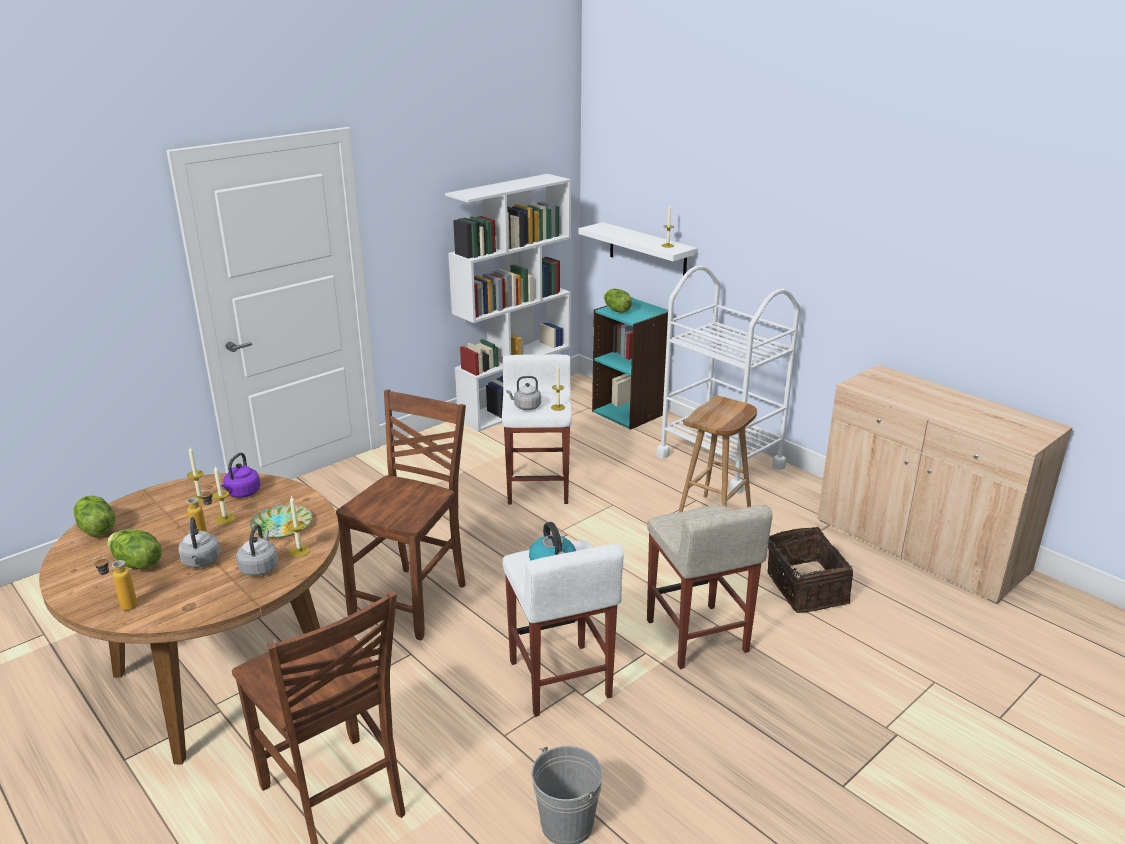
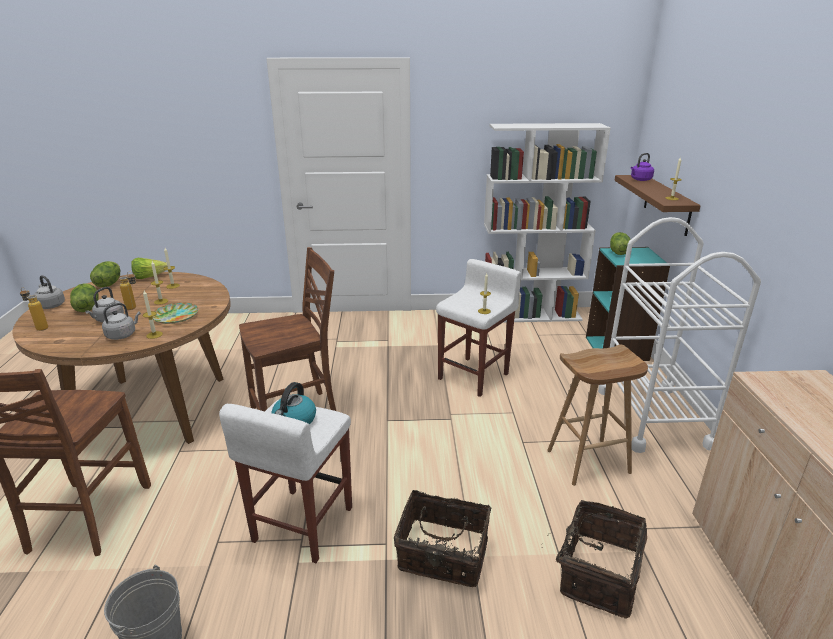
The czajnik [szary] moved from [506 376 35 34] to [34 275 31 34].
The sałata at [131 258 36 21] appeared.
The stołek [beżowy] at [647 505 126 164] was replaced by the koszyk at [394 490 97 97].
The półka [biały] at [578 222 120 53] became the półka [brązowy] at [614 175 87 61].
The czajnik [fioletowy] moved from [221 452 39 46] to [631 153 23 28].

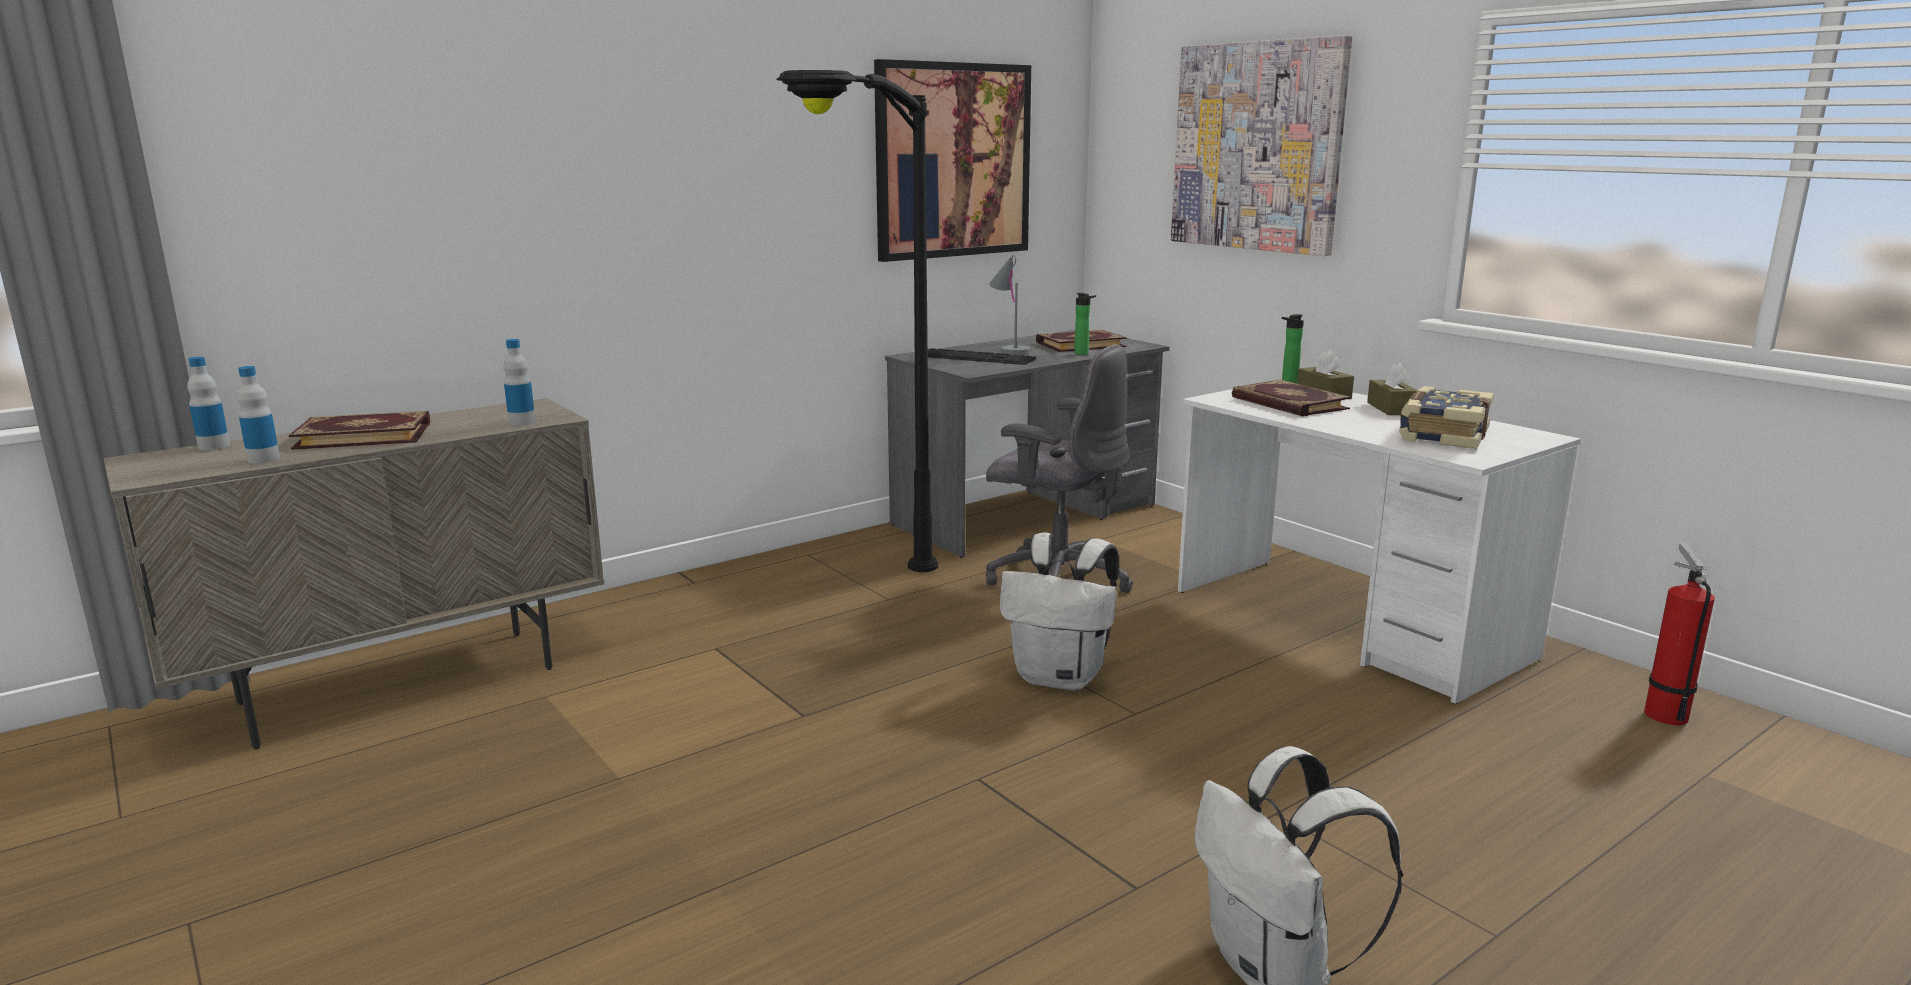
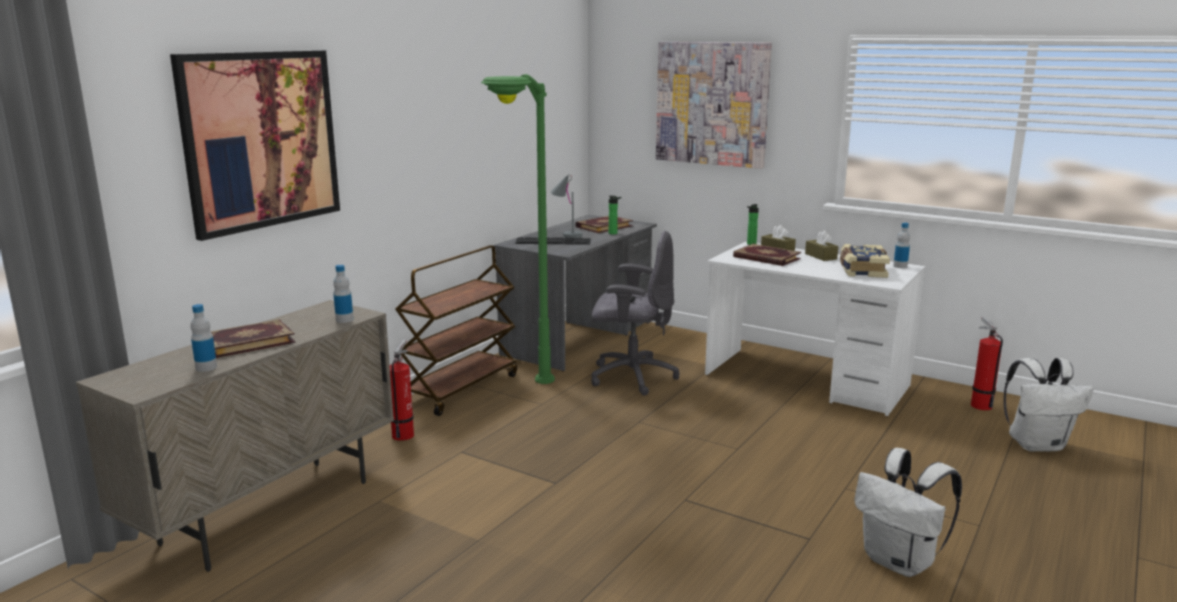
The obraz moved from [874 59 157 203] to [170 50 170 191].
The gaśnica at [390 339 24 102] appeared.
The wózek [brązowy] at [395 245 122 171] appeared.
The lampa stojąca [czarny] at [776 70 162 502] became the lampa stojąca [zielony] at [481 74 74 310].
The butelka moved from [187 356 43 94] to [893 223 17 45].
The plecak [biały] moved from [1000 533 119 158] to [1004 358 89 94].

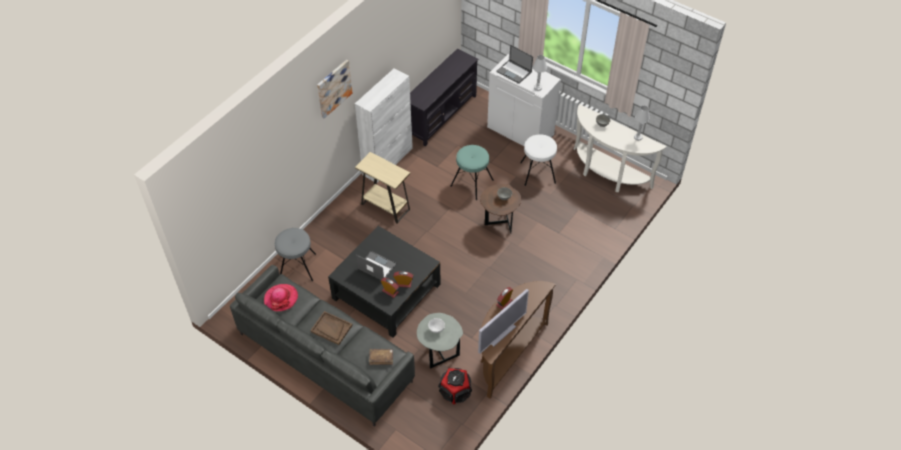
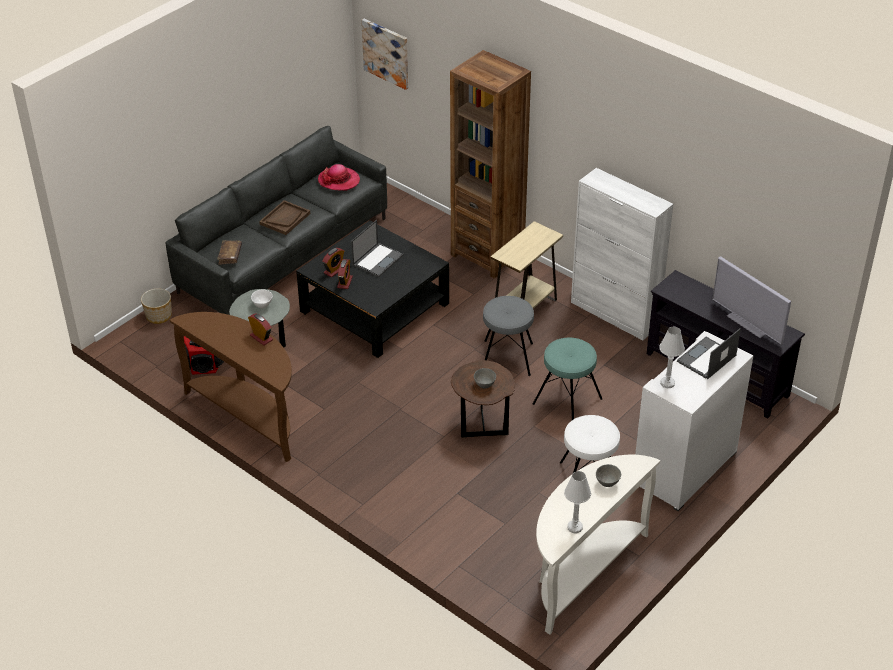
The donica at [141 288 31 36] appeared.
The obraz moved from [317 60 35 58] to [361 19 47 71].
The regał [brązowy] at [450 50 81 229] appeared.
The stołek [szary] moved from [275 228 41 53] to [483 296 51 80].
The telewizor moved from [478 289 51 65] to [712 256 79 89].

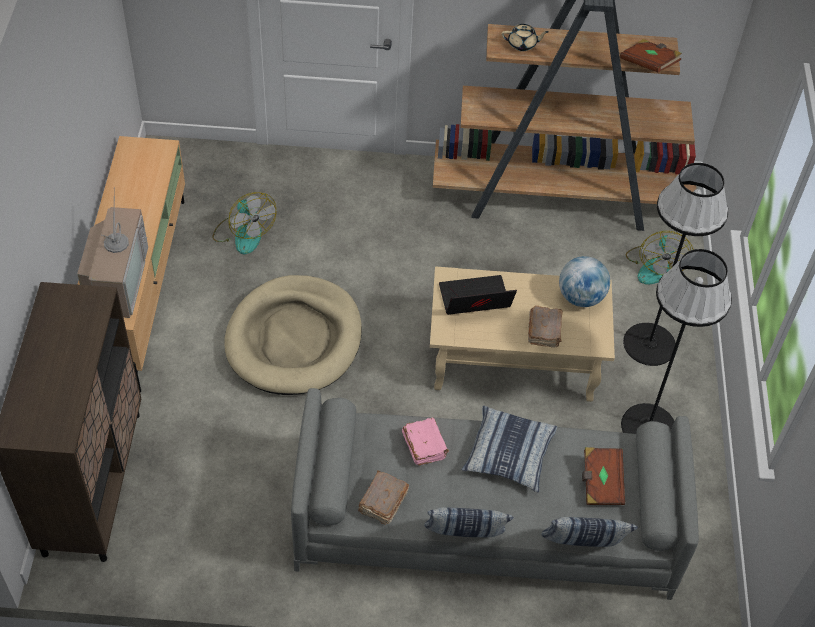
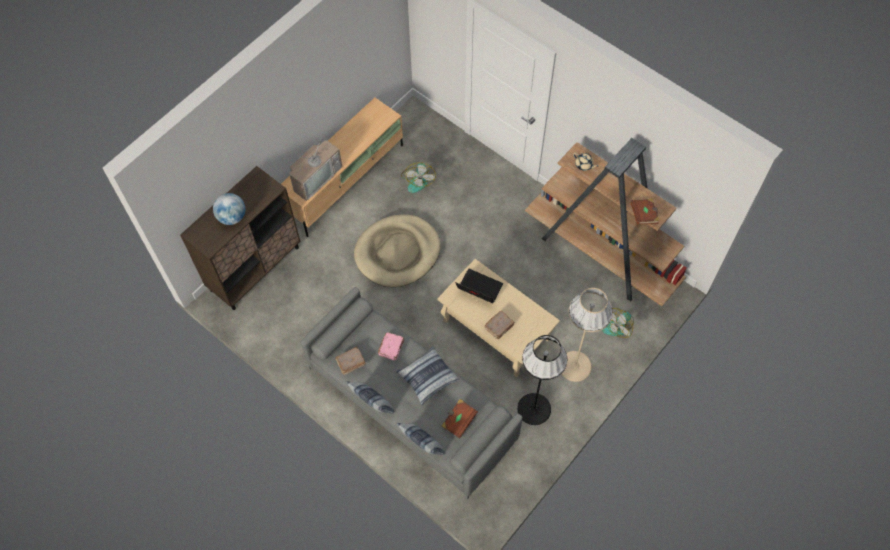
The globus moved from [559 256 51 51] to [213 193 32 32].
The lampa stojąca [czarny] at [623 163 105 203] became the lampa stojąca [beżowy] at [562 288 51 94].

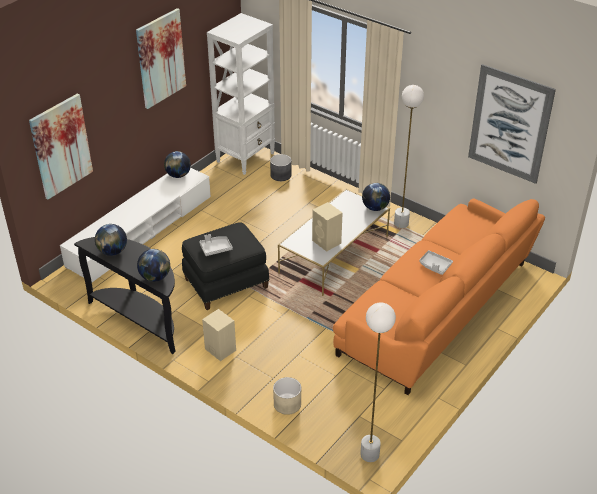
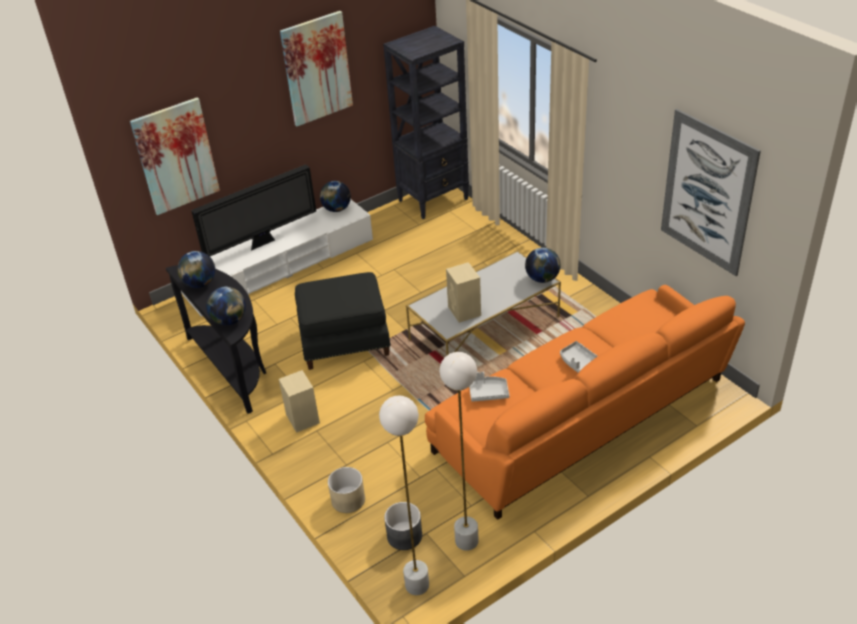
The telewizor at [191 164 125 92] appeared.
The regał [biały] at [207 13 68 162] became the regał [czarny] at [383 26 86 193].
The donica [szary] moved from [270 154 22 27] to [384 502 38 48].
The lampa stojąca [biały] moved from [394 85 30 143] to [439 352 40 199].
The taca [szary] moved from [199 234 34 22] to [469 372 40 30].

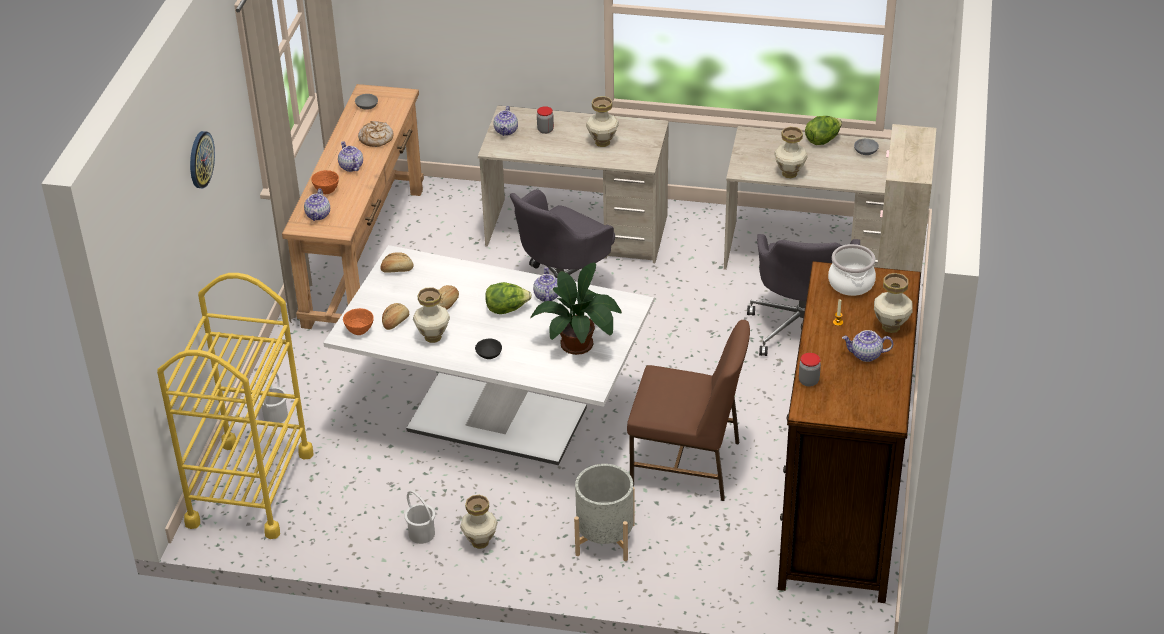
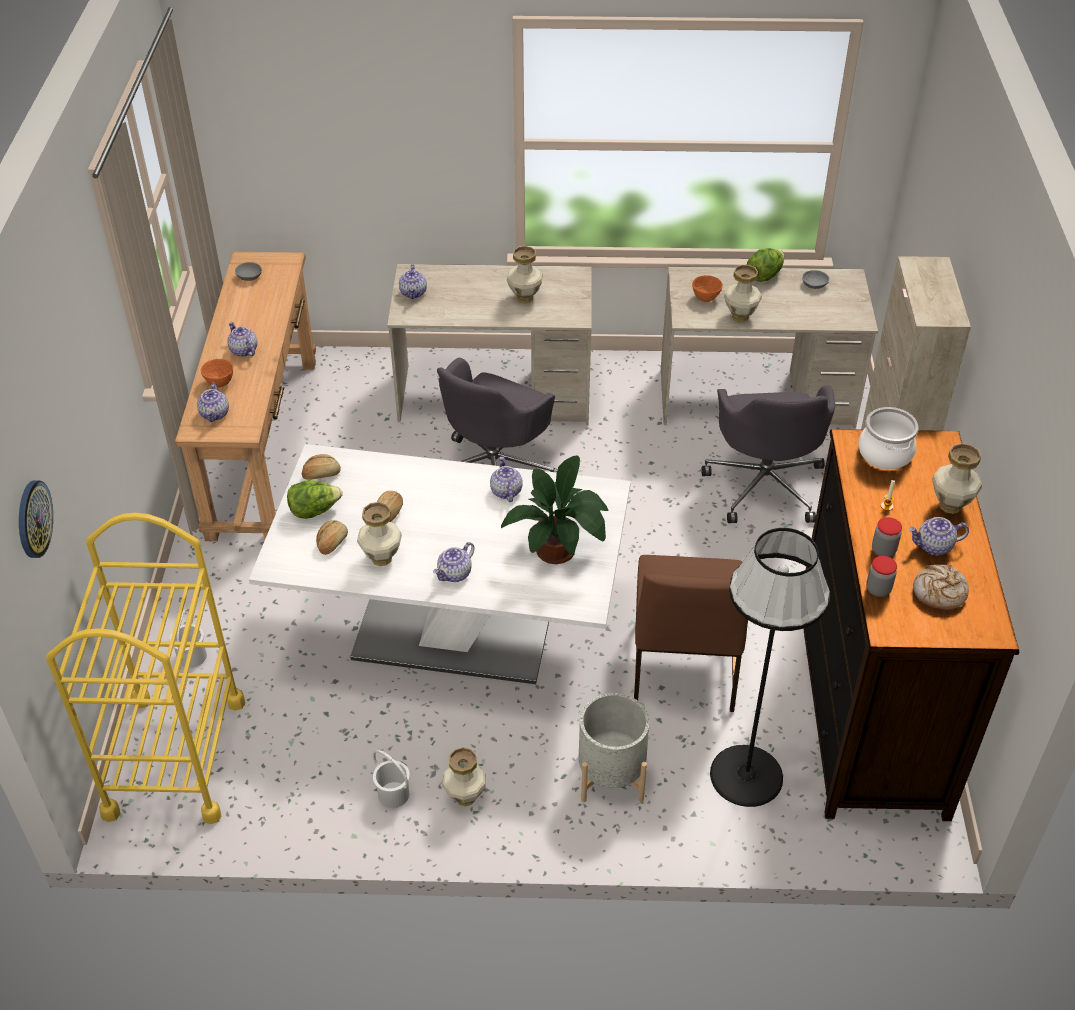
The zegar ścienny moved from [190 131 25 57] to [19 480 34 78].
The sałata moved from [485 282 47 32] to [287 480 56 39].
The miska [czarny] at [475 338 27 21] was replaced by the imbryk at [433 542 42 40].
The krzesło [brązowy] at [627 320 123 181] turned 90 degrees clockwise.
The miska [pomarańczowy] moved from [343 308 31 27] to [692 275 31 27].
The lampa stojąca [czarny] at [710 528 120 279] appeared.
The słoik moved from [537 106 17 28] to [872 517 30 40].
The chleb moved from [358 121 36 26] to [913 565 56 45].

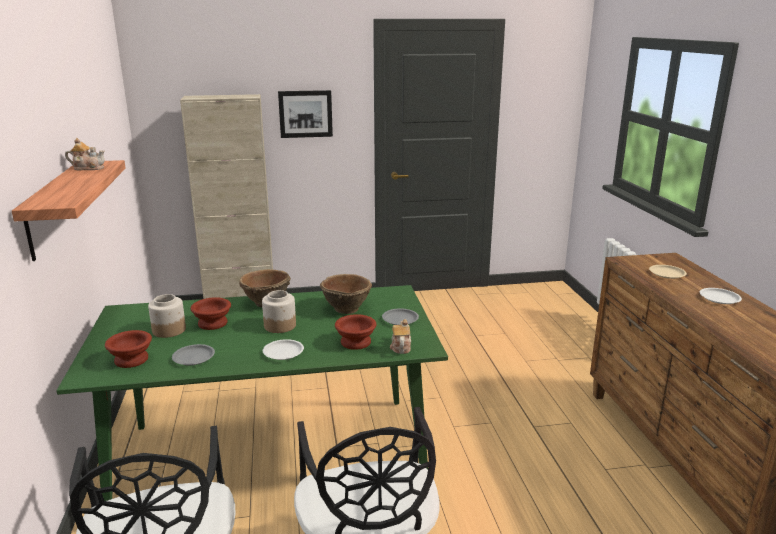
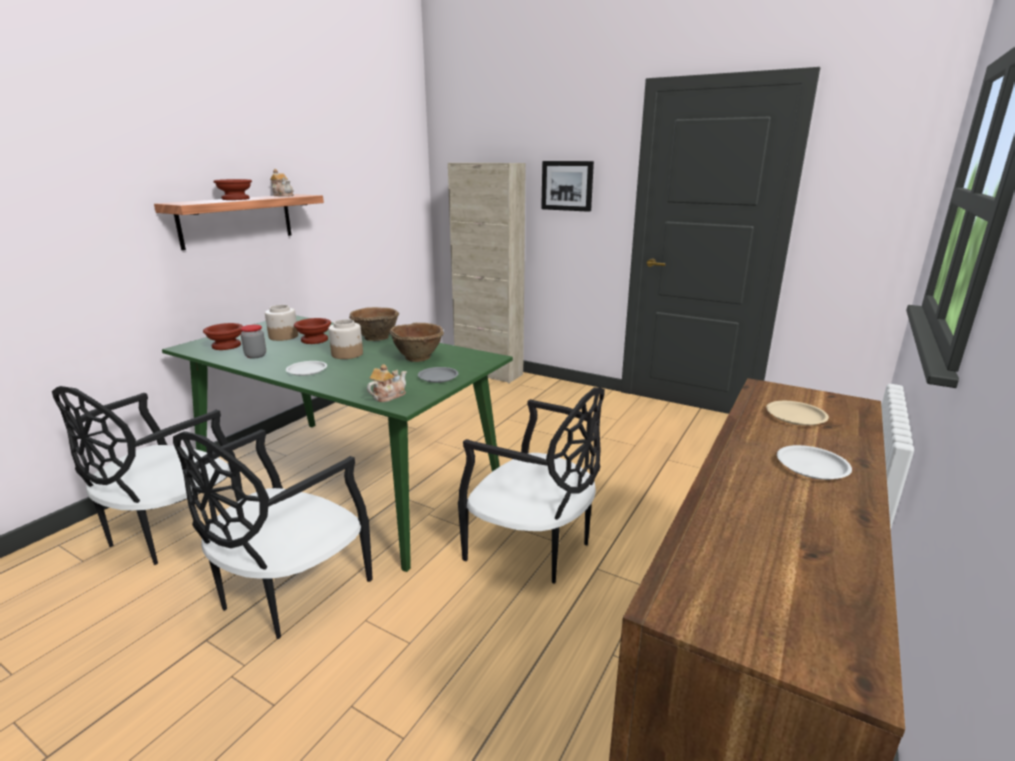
The miska [brązowy] moved from [335 314 41 36] to [213 179 39 21].
The talerz [szary] at [172 344 43 21] was replaced by the słoik at [240 325 26 34].
The krzesło [czarny] at [458 388 147 195] appeared.

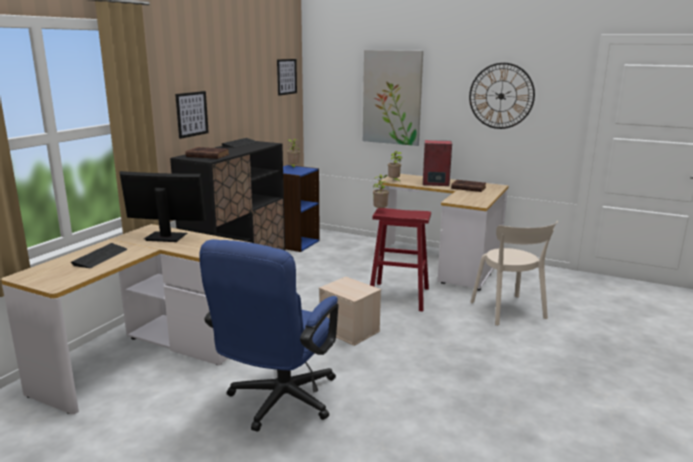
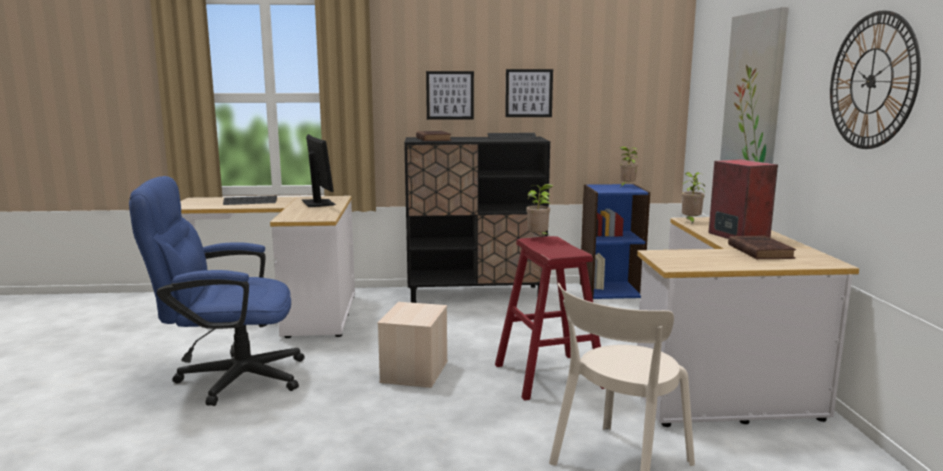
The obraz moved from [277 59 20 37] to [505 69 48 48].

